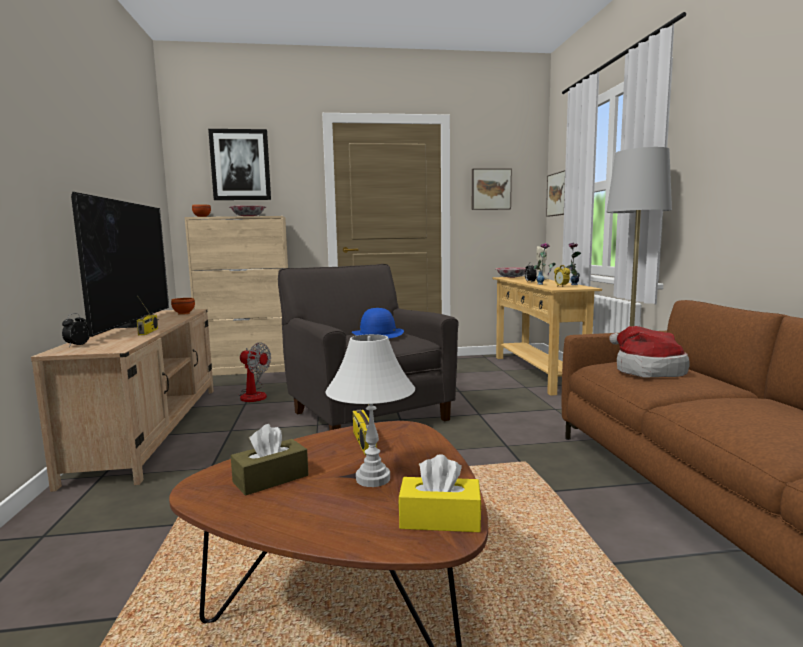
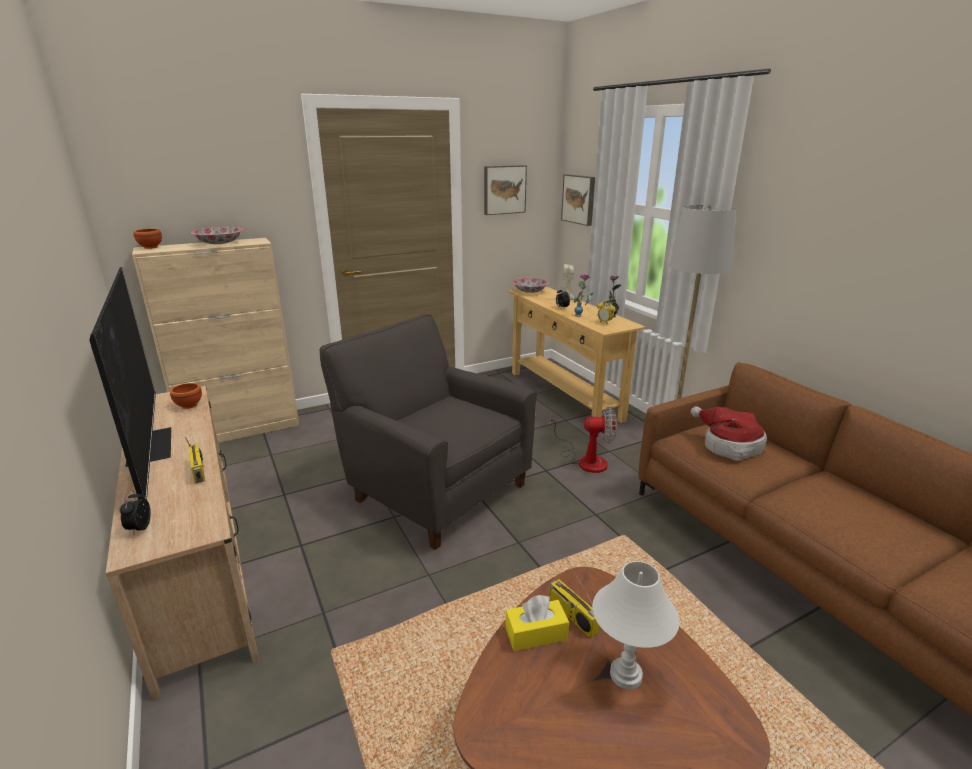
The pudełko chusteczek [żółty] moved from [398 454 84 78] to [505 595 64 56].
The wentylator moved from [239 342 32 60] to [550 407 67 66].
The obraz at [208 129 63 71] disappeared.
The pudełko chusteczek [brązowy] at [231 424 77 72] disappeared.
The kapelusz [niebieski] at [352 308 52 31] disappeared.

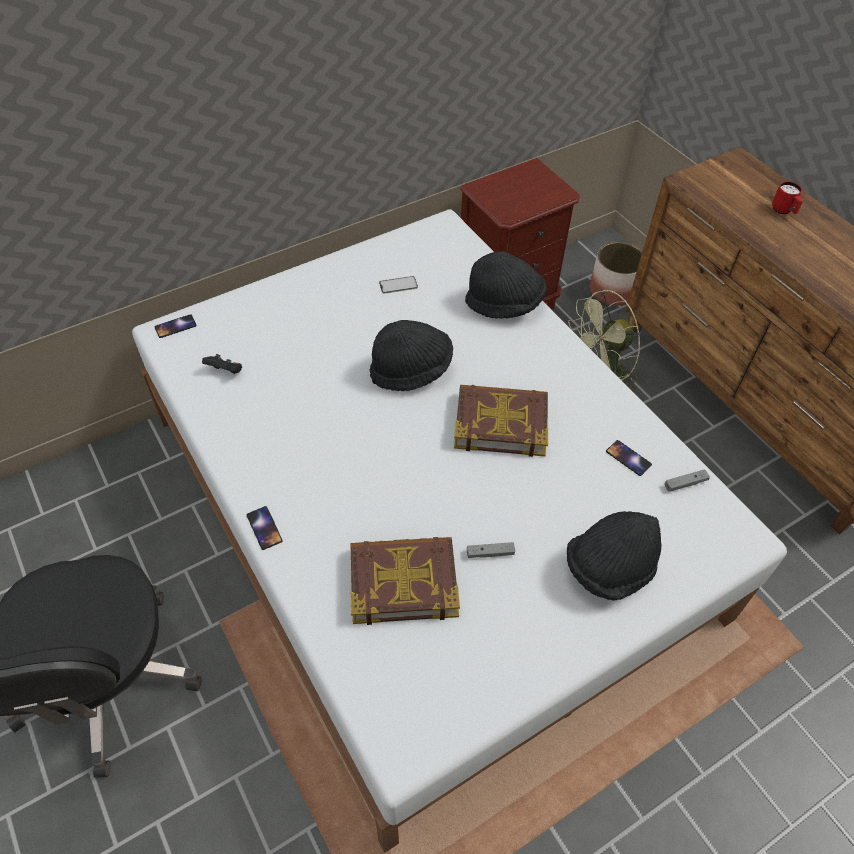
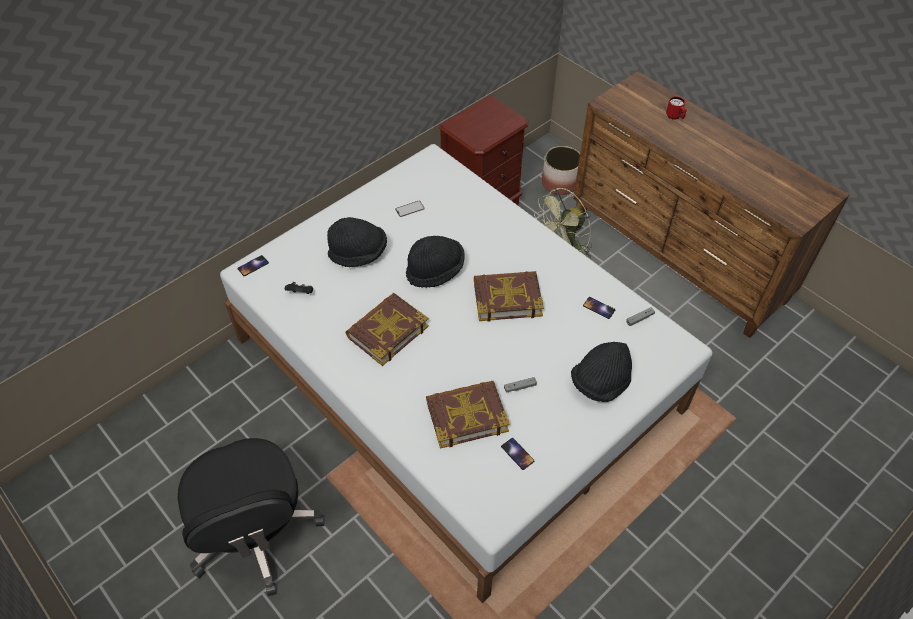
The kapelusz [czarny] moved from [465 252 81 67] to [327 217 60 50].
The książka at [345 293 84 73] appeared.
The telefon moved from [247 506 36 44] to [501 438 34 32].

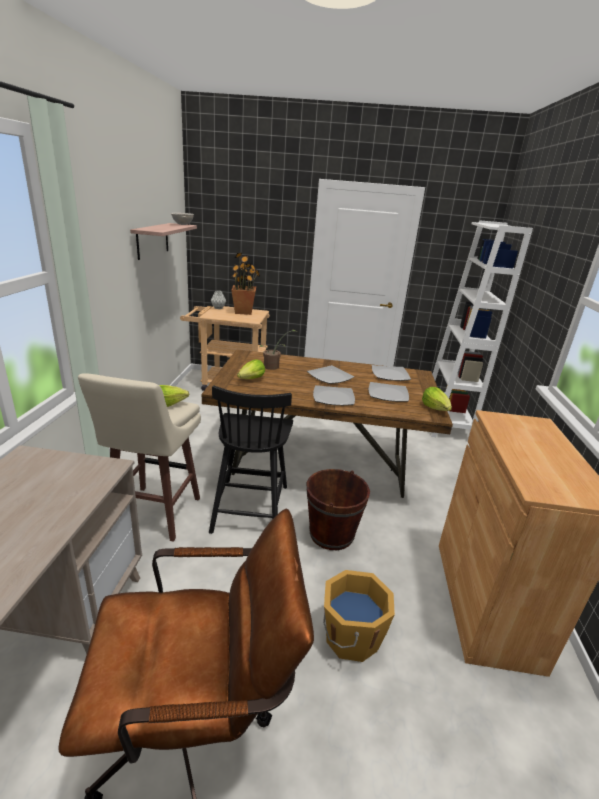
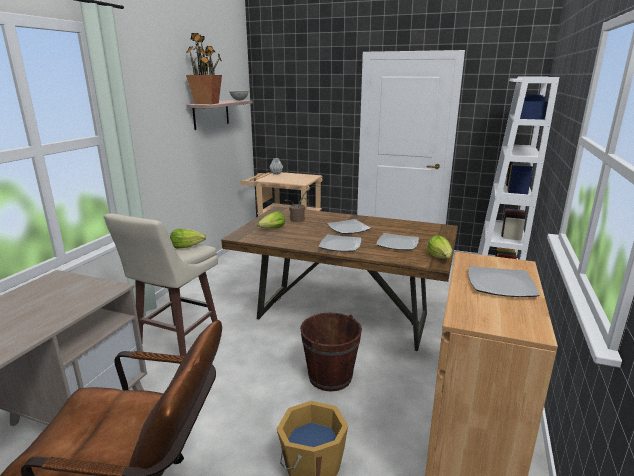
The roślina doniczkowa moved from [231 253 29 62] to [186 33 36 71].
The talerz moved from [372 365 39 16] to [468 266 71 31].
The krzesło [czarny] at [209 386 84 148] disappeared.

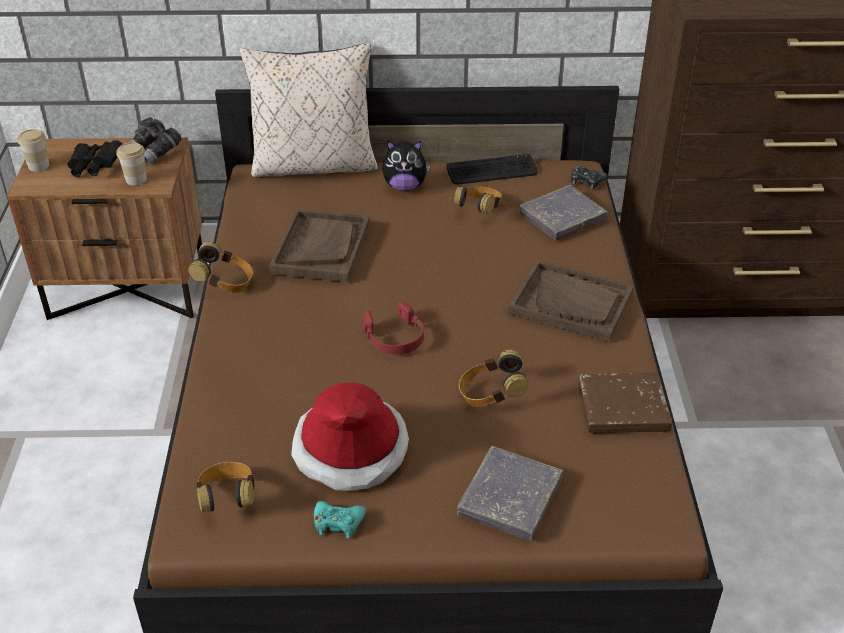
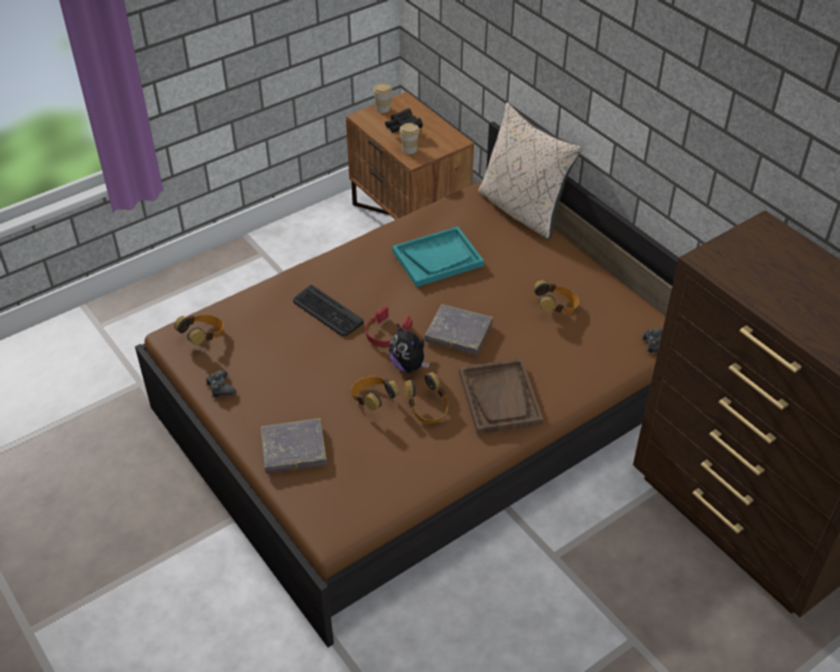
The pad do gier [turkusowy] at [314 501 52 38] became the pad do gier [czarny] at [206 370 30 28].
The klawiatura moved from [446 154 92 30] to [293 285 71 51].
The pluszak moved from [382 140 49 51] to [389 324 41 49].
The taca [brązowy] at [269 209 101 73] became the taca [turkusowy] at [392 227 92 60].
The słuchawki moved from [188 242 65 51] to [404 372 44 52].
The książka [szary] moved from [519 185 89 56] to [424 304 69 51].
The lornetka [szary] at [129 117 53 48] disappeared.
The kapelusz at [291 382 118 109] disappeared.
The książka [brązowy] at [578 373 94 61] disappeared.

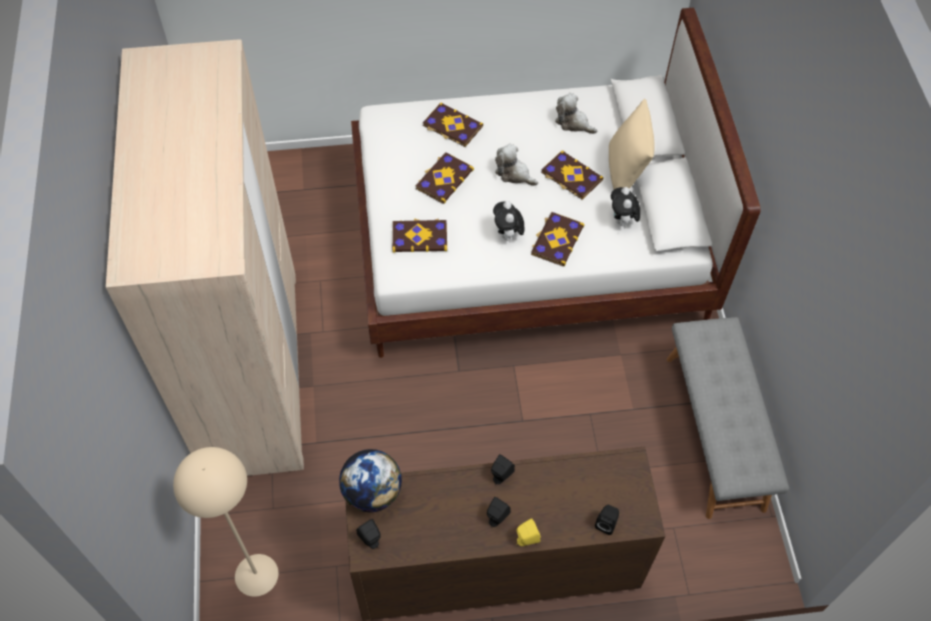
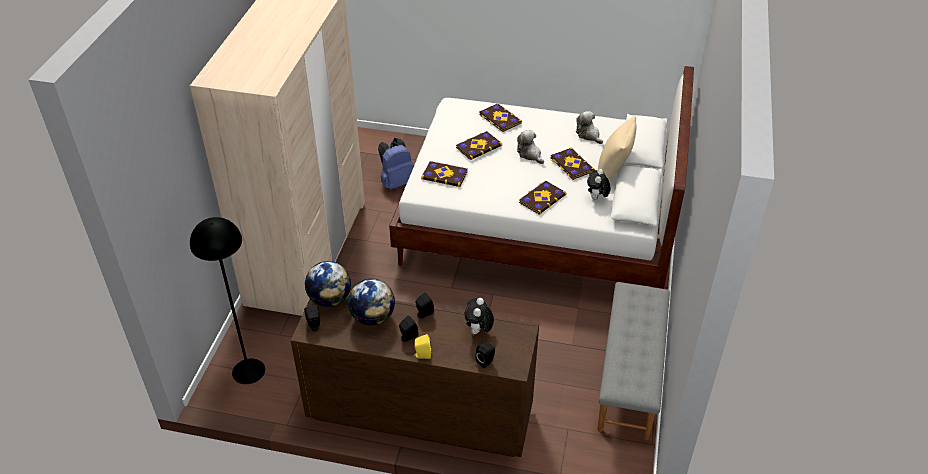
The lampa stojąca [beżowy] at [173 447 106 150] became the lampa stojąca [czarny] at [190 217 75 167].
The globus at [348 279 47 47] appeared.
The plecak [niebieski] at [378 138 36 52] appeared.
The pluszak moved from [493 201 31 42] to [465 298 29 37].

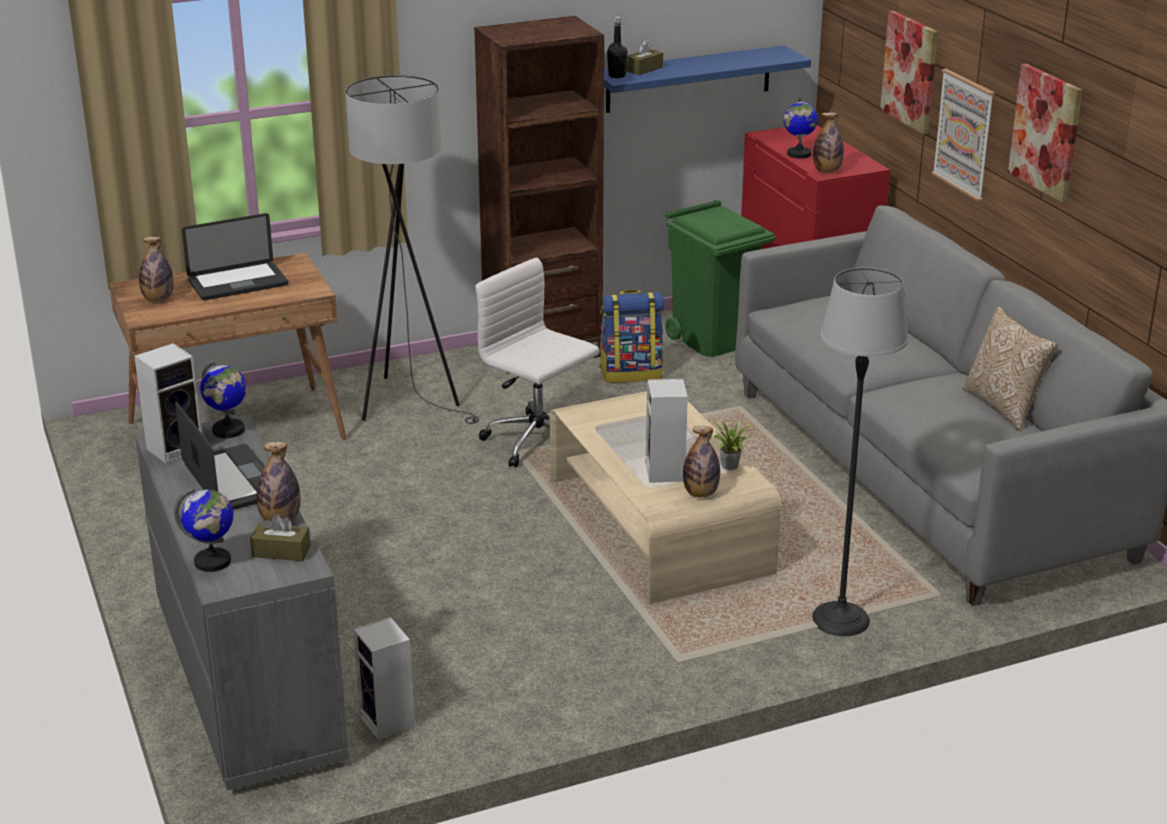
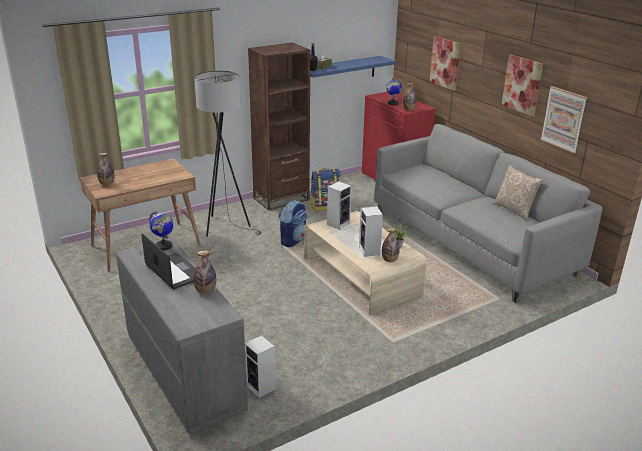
The krzesło biurowe [biały] at [475 257 125 211] was replaced by the plecak at [278 200 30 47].
The głośnik moved from [134 343 68 121] to [327 181 24 49].
The obraz moved from [931 69 64 132] to [540 86 47 67].
The globus at [174 487 59 85] disappeared.
The laptop at [182 213 106 87] disappeared.
The pudełko chusteczek [brązowy] at [250 514 61 47] disappeared.
The kosz na śmieci [zielony] at [665 200 110 157] disappeared.
The lampa stojąca at [812 268 96 368] disappeared.

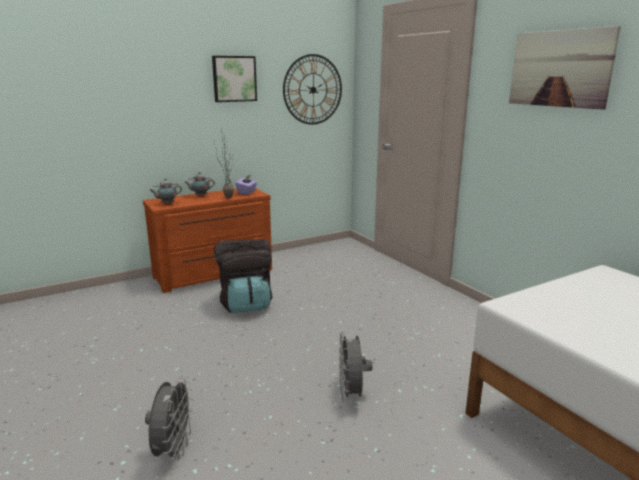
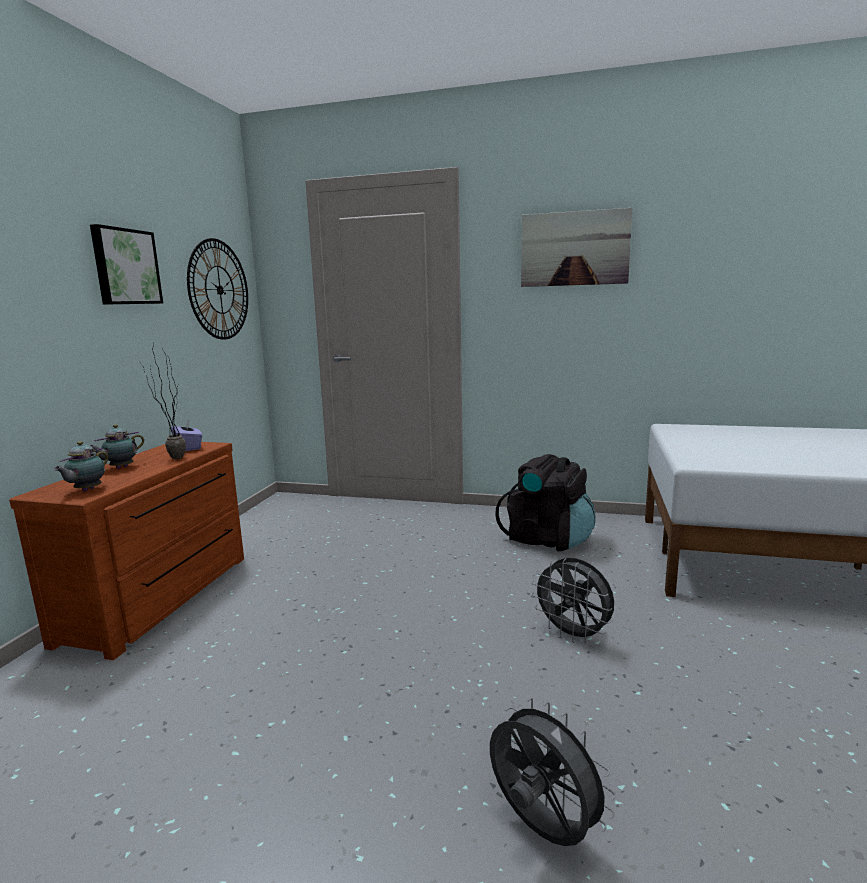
The plecak [czarny] moved from [214 239 58 74] to [495 454 101 97].

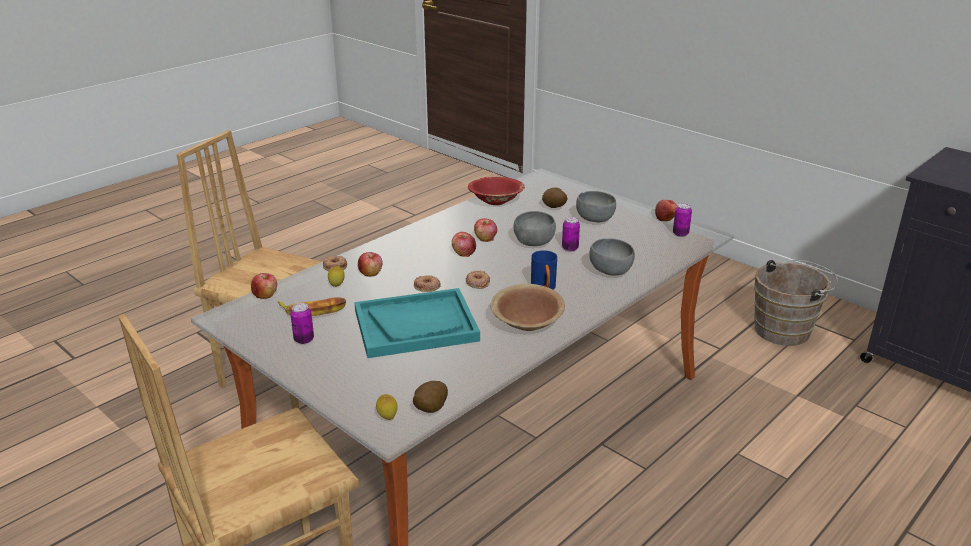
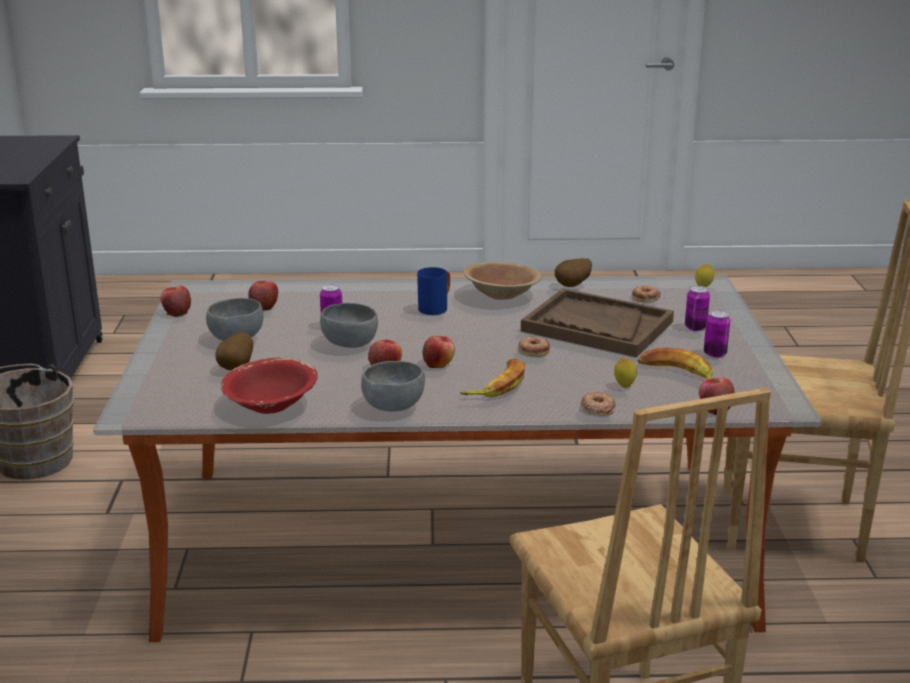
The jabłko moved from [358 252 25 25] to [248 281 30 30].
The miska [szary] moved from [589 238 46 38] to [361 361 64 51].
The banan at [460 358 65 39] appeared.
The taca [turkusowy] at [354 288 126 70] became the taca [brązowy] at [521 288 153 69].
The ziemniak moved from [413 381 35 32] to [555 258 37 29].
The donut moved from [466 271 24 18] to [632 285 28 17].
The puszka moved from [673 203 19 34] to [685 286 25 45].

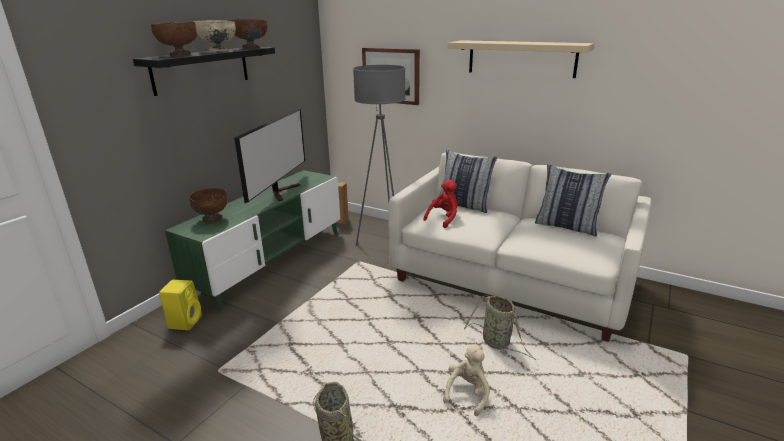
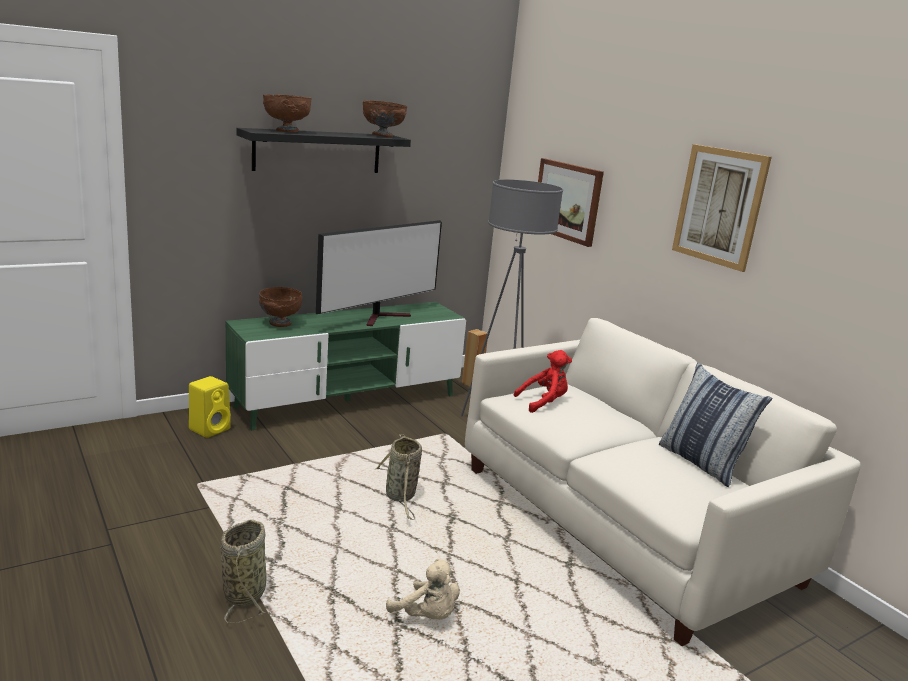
The koszyk moved from [464 295 73 65] to [376 434 46 86].
The pluszak [beżowy] at [443 344 47 72] turned 75 degrees clockwise.
The półka [beżowy] at [448 40 146 38] was replaced by the obraz at [672 144 100 128].
The miska [beżowy] at [194 20 42 32] disappeared.
The poduszka at [439 150 58 63] disappeared.

